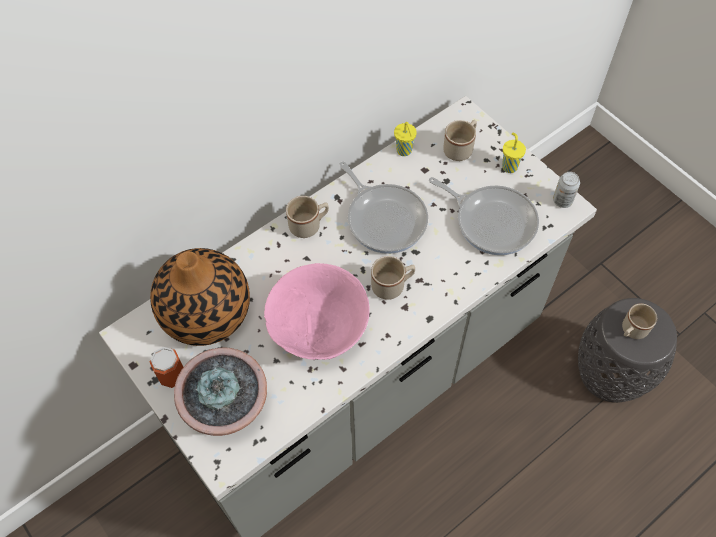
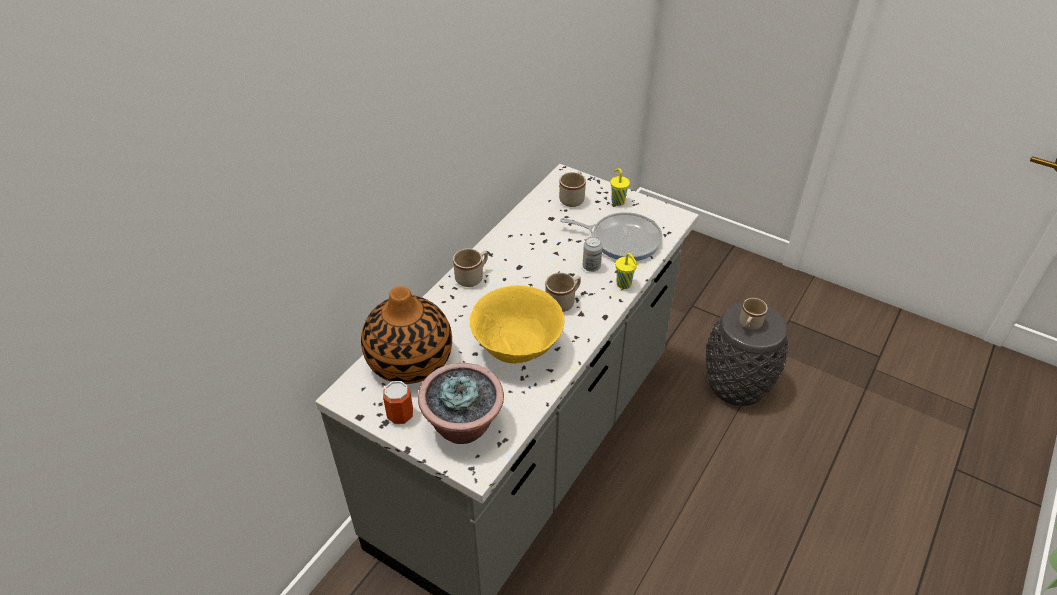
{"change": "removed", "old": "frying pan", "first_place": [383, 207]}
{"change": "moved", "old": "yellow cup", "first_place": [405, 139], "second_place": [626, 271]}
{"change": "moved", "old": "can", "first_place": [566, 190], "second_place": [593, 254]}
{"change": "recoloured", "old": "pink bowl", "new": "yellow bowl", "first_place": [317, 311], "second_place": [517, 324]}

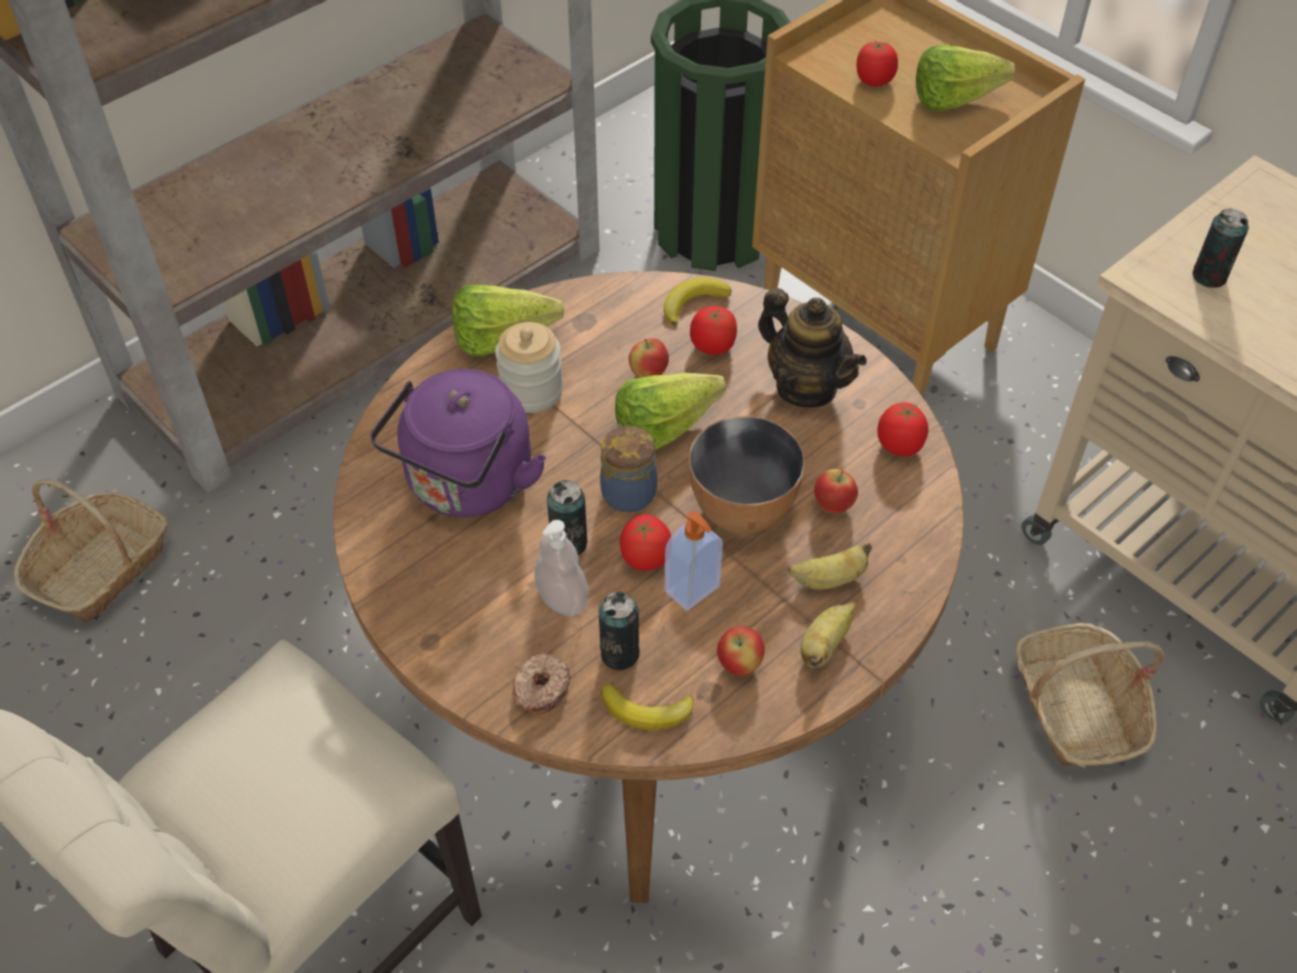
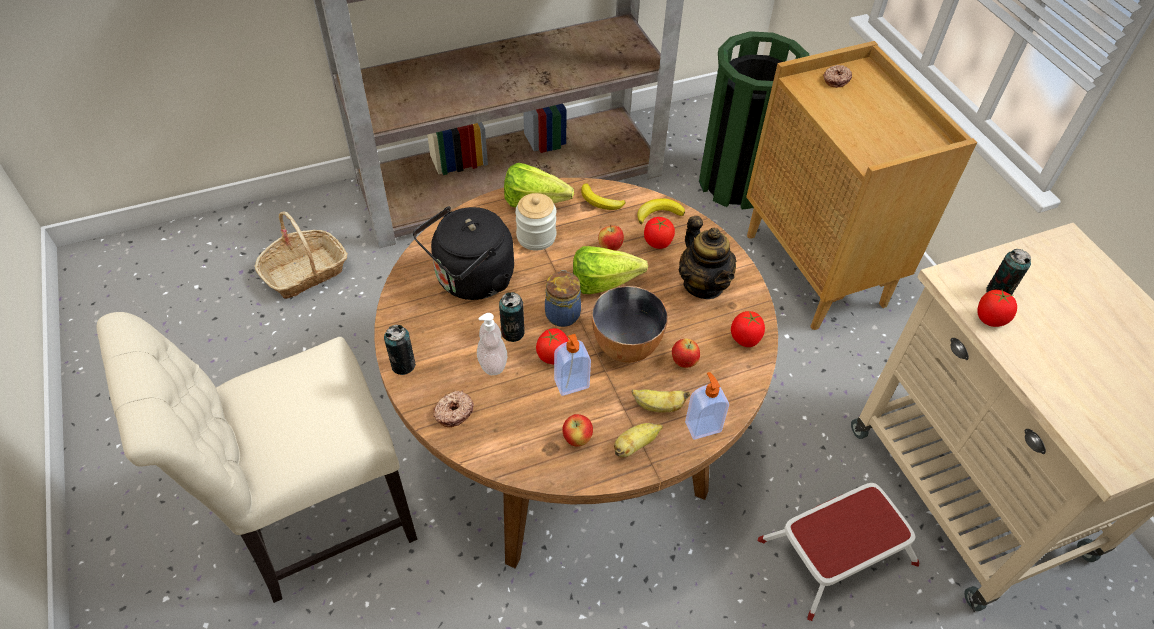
{"change": "removed", "old": "lettuce", "first_place": [965, 78]}
{"change": "added", "new": "soap dispenser", "second_place": [707, 406]}
{"change": "added", "new": "donut", "second_place": [837, 76]}
{"change": "moved", "old": "can", "first_place": [619, 631], "second_place": [400, 350]}
{"change": "moved", "old": "banana", "first_place": [647, 706], "second_place": [603, 196]}
{"change": "moved", "old": "tomato", "first_place": [877, 63], "second_place": [997, 308]}
{"change": "replaced", "old": "basket", "new": "red step ladder", "first_place": [1089, 695], "second_place": [838, 552]}
{"change": "recoloured", "old": "purple kettle", "new": "black kettle", "first_place": [458, 443], "second_place": [463, 253]}

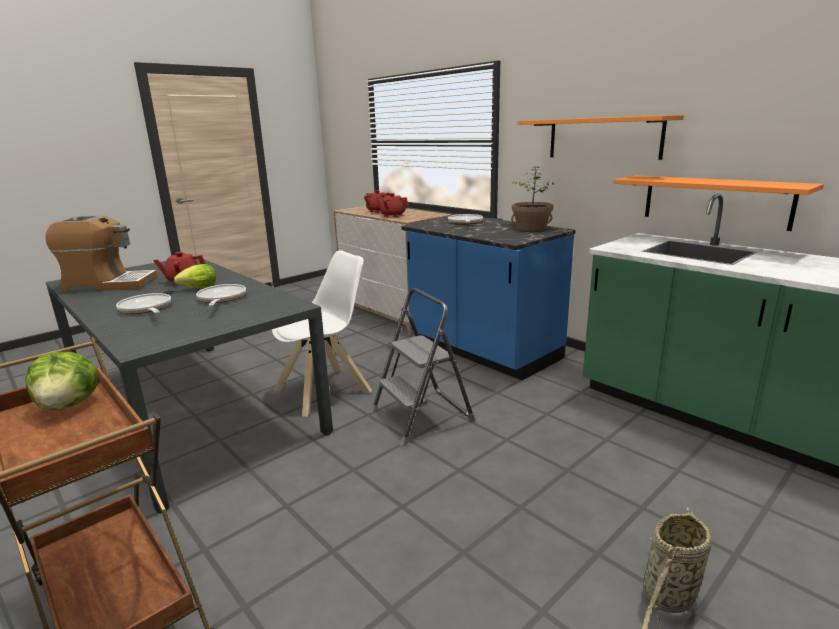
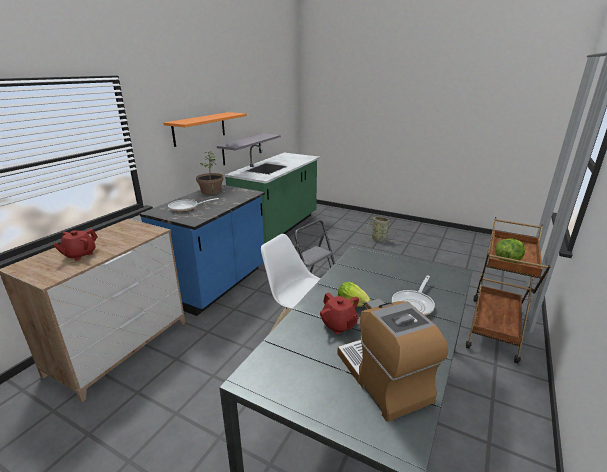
{"change": "removed", "old": "frying pan", "first_place": [221, 295]}
{"change": "removed", "old": "red teapot", "first_place": [392, 205]}
{"change": "recoloured", "old": "orange shelf", "new": "grey shelf", "first_place": [719, 203], "second_place": [249, 149]}

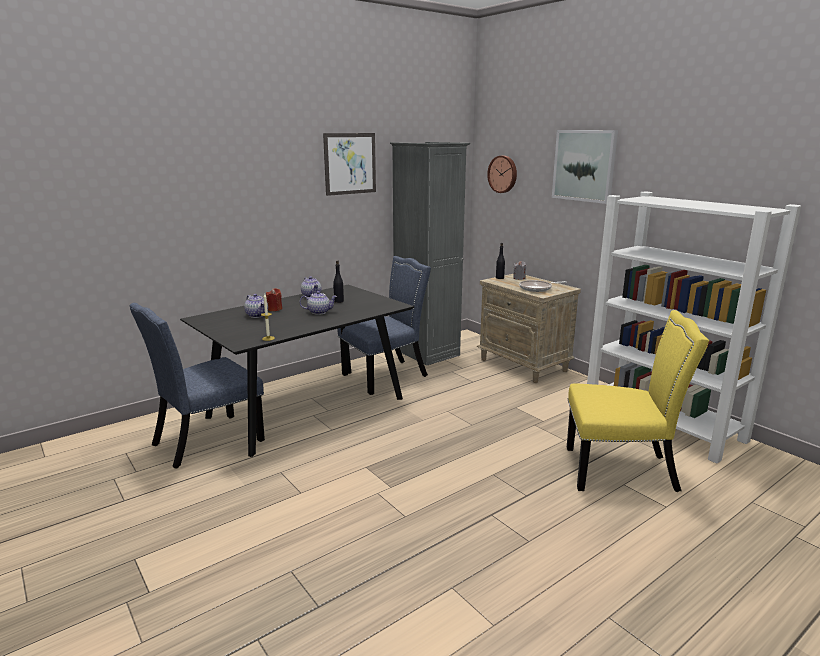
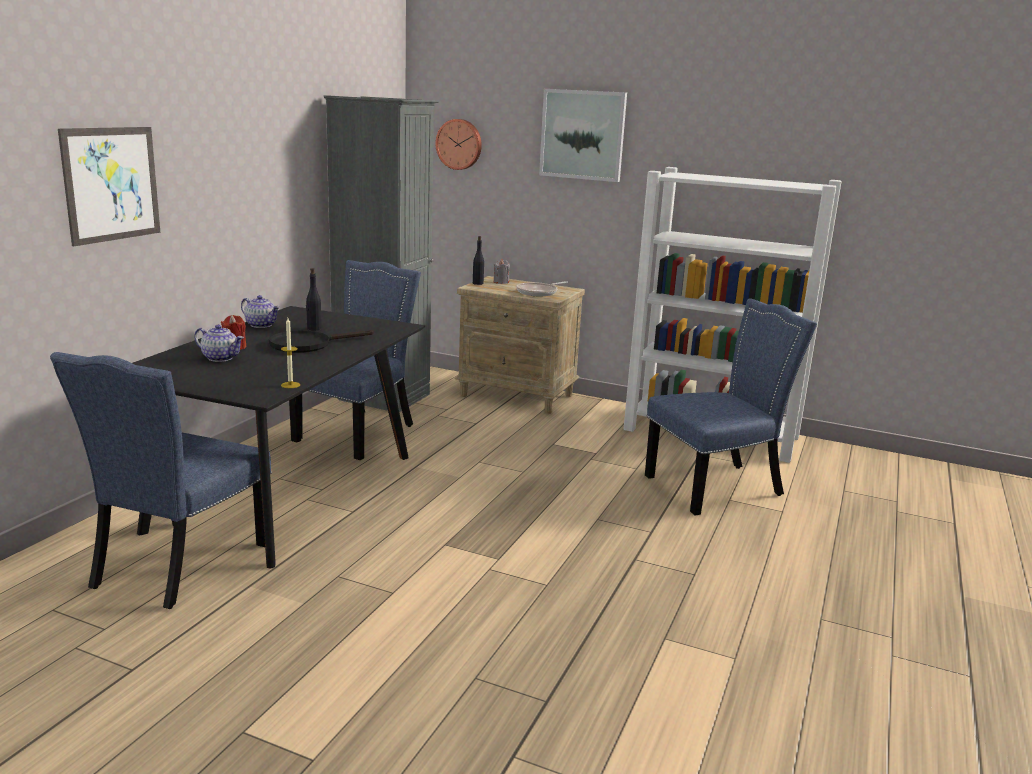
{"change": "moved", "old": "picture", "first_place": [349, 164], "second_place": [109, 186]}
{"change": "replaced", "old": "teapot", "new": "black frying pan", "first_place": [318, 303], "second_place": [321, 341]}
{"change": "recoloured", "old": "yellow chair", "new": "blue chair", "first_place": [638, 401], "second_place": [731, 406]}

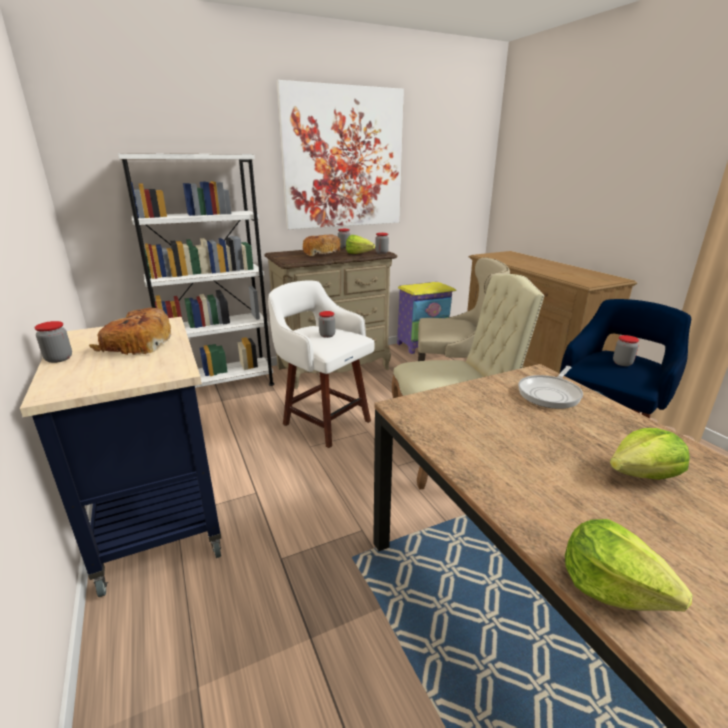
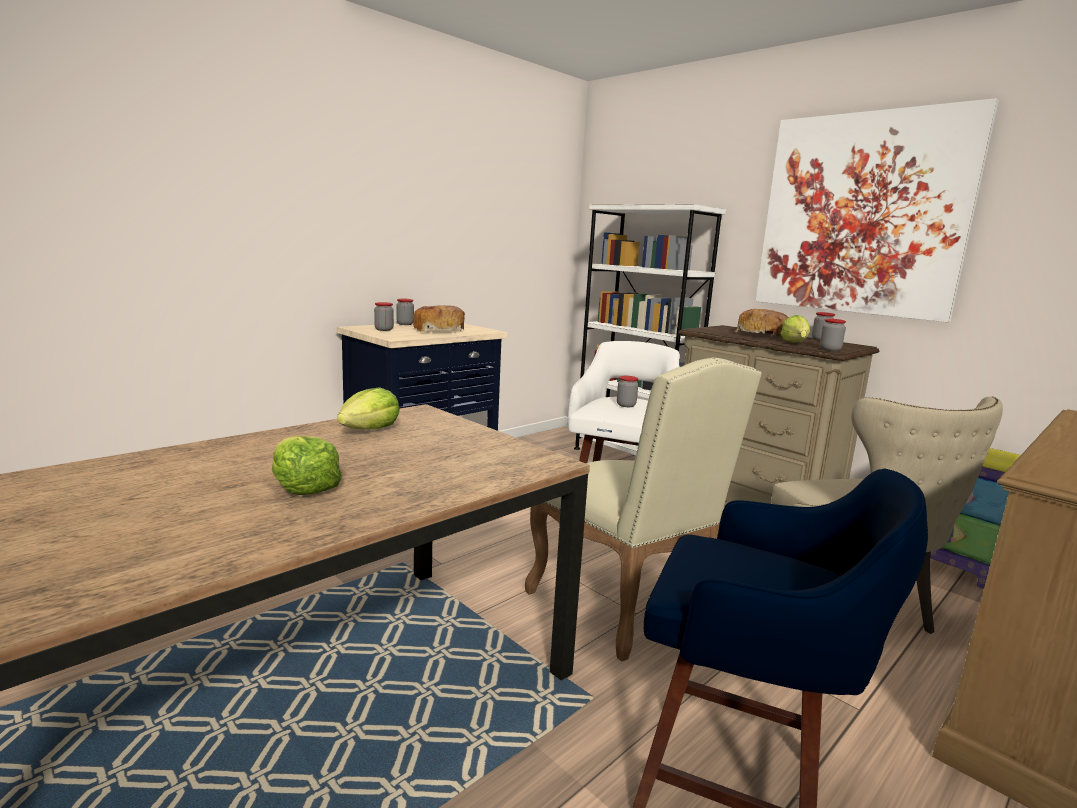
{"change": "removed", "old": "frying pan", "first_place": [550, 387]}
{"change": "moved", "old": "lettuce", "first_place": [628, 565], "second_place": [368, 408]}
{"change": "moved", "old": "jar", "first_place": [626, 350], "second_place": [384, 316]}

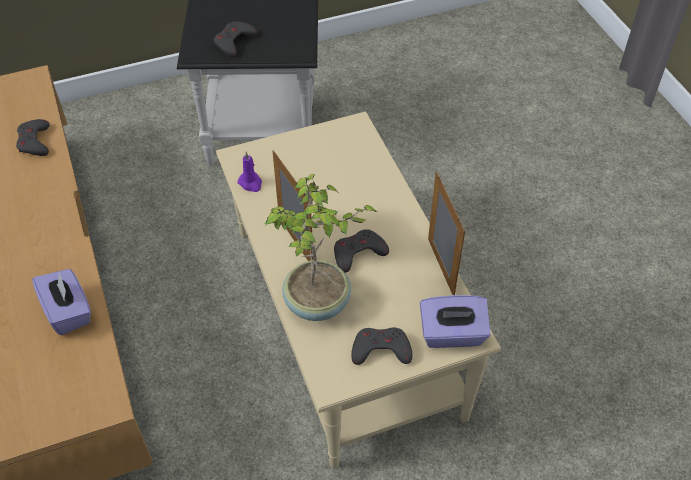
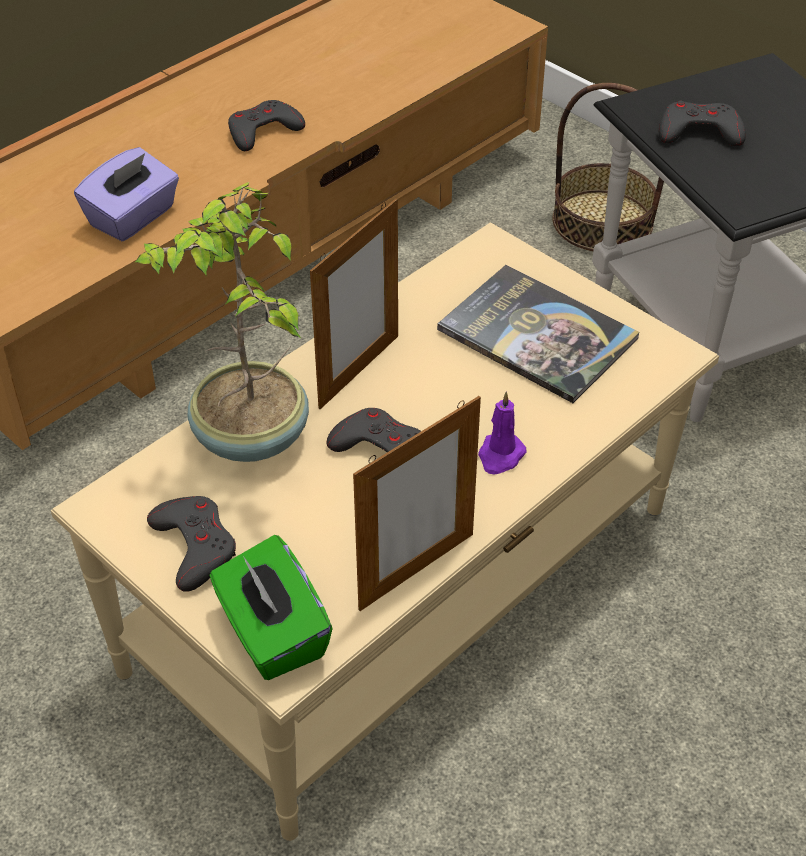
{"change": "added", "new": "book", "second_place": [538, 334]}
{"change": "added", "new": "basket", "second_place": [608, 167]}
{"change": "moved", "old": "grey game controller", "first_place": [33, 137], "second_place": [266, 125]}
{"change": "moved", "old": "purple candle", "first_place": [249, 171], "second_place": [502, 433]}
{"change": "recoloured", "old": "purple tissue box", "new": "green tissue box", "first_place": [455, 321], "second_place": [271, 607]}

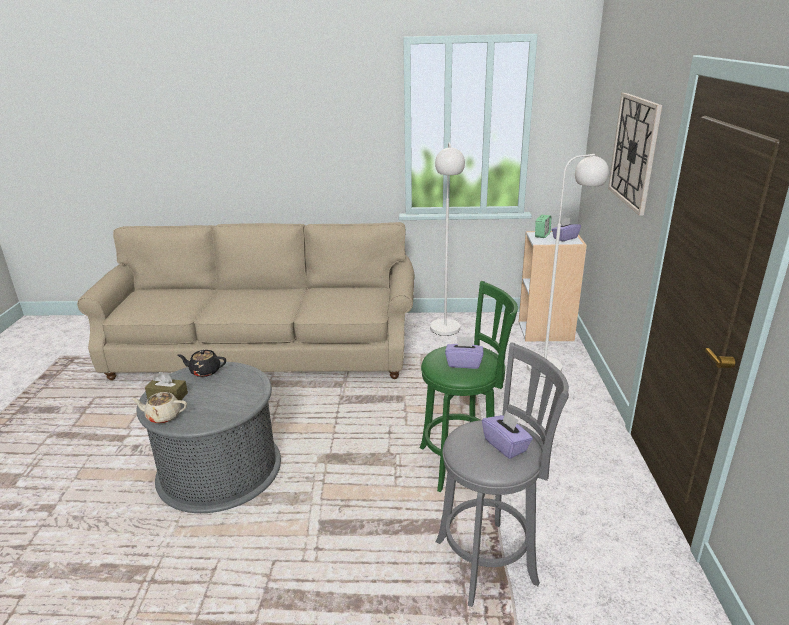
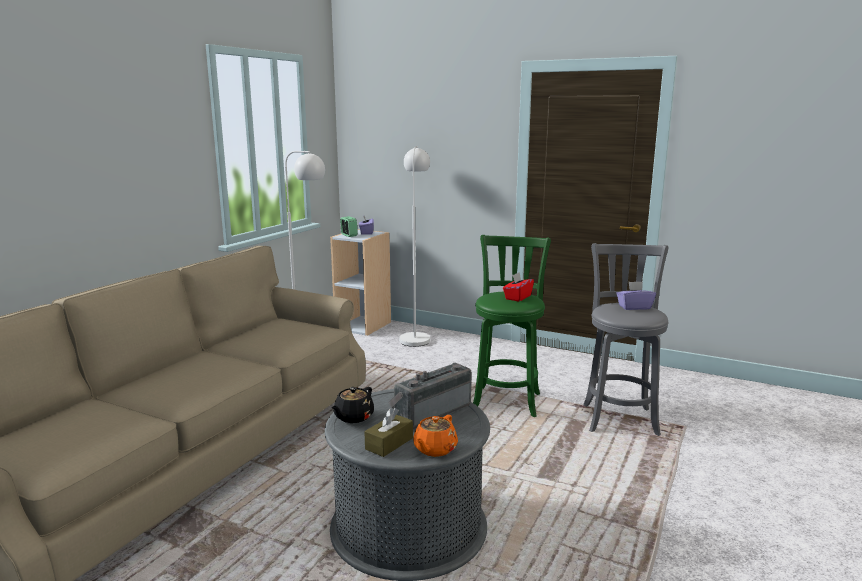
{"change": "removed", "old": "wall clock", "first_place": [635, 154]}
{"change": "added", "new": "radio", "second_place": [430, 396]}
{"change": "recoloured", "old": "beige teapot", "new": "orange teapot", "first_place": [159, 408], "second_place": [435, 436]}
{"change": "recoloured", "old": "purple tissue box", "new": "red tissue box", "first_place": [464, 352], "second_place": [518, 287]}

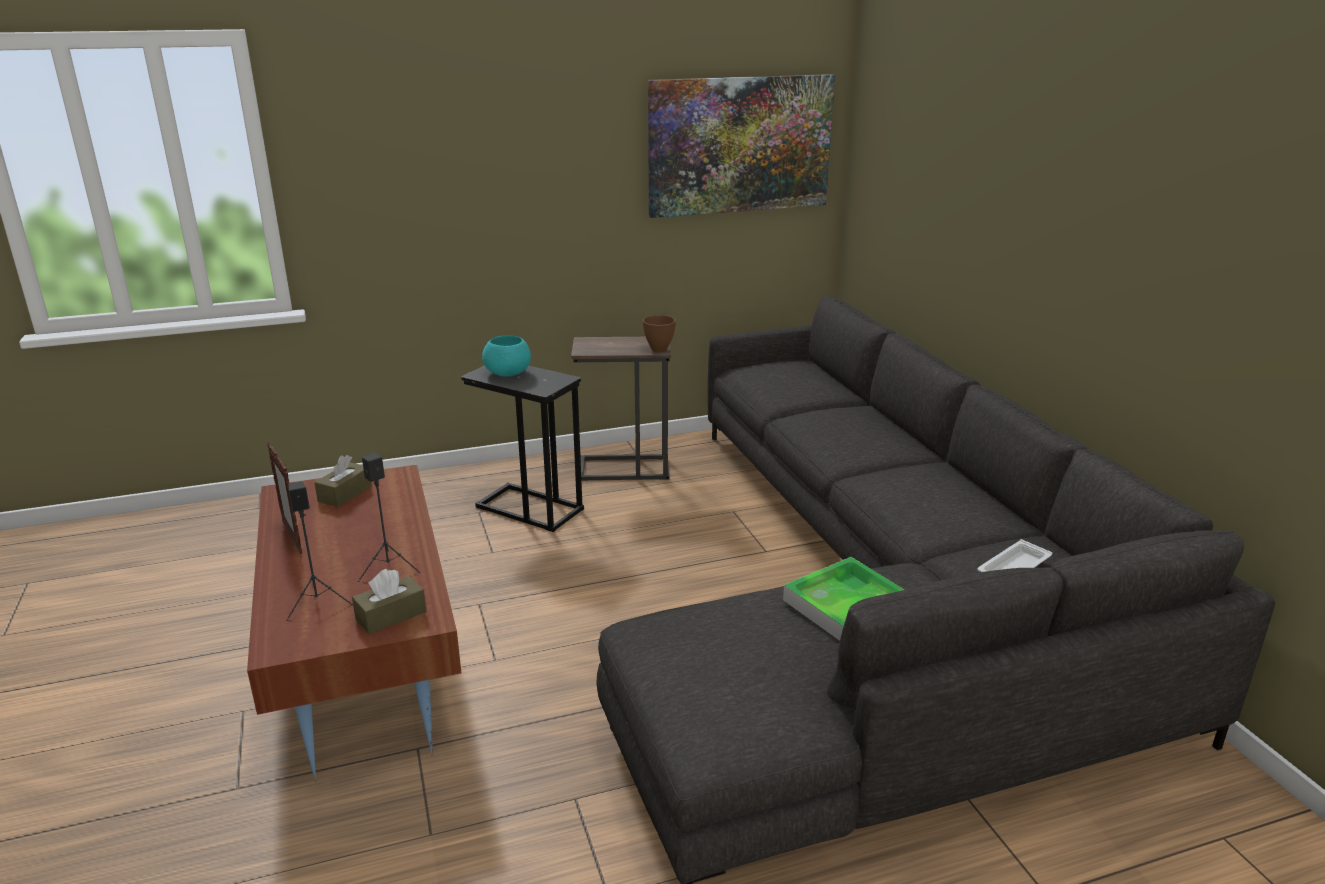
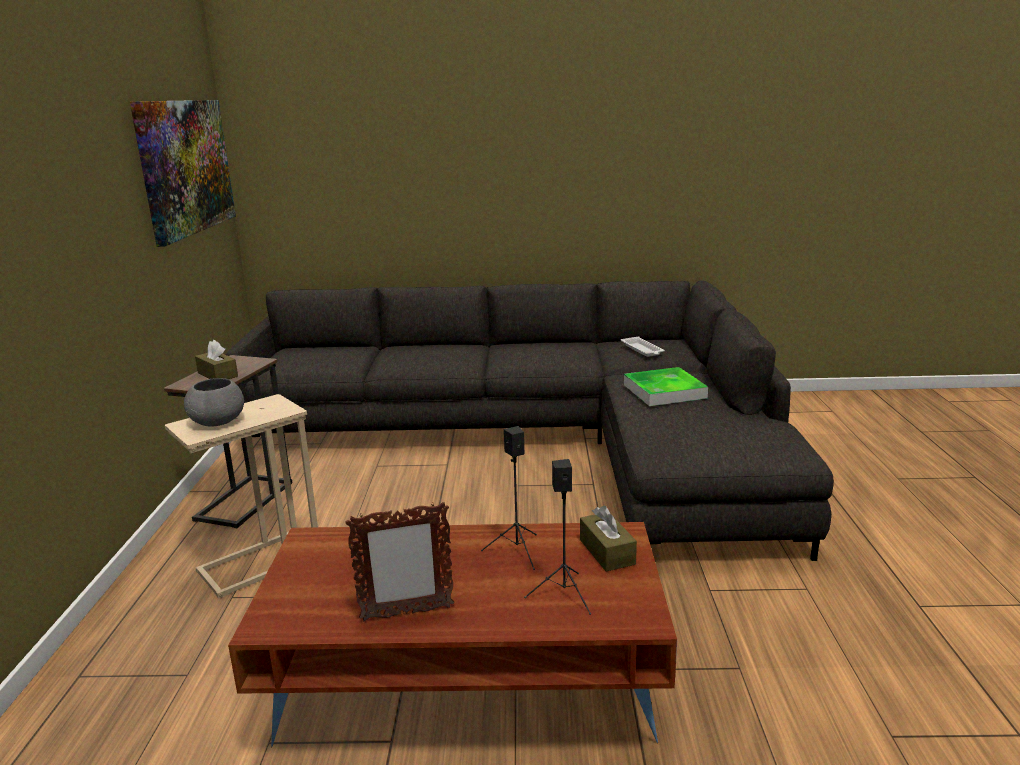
{"change": "removed", "old": "brown bowl", "first_place": [659, 333]}
{"change": "moved", "old": "brown tissue box", "first_place": [343, 481], "second_place": [216, 359]}
{"change": "recoloured", "old": "black side table", "new": "beige side table", "first_place": [522, 448], "second_place": [241, 496]}
{"change": "recoloured", "old": "turquoise bowl", "new": "grey bowl", "first_place": [506, 356], "second_place": [214, 402]}

